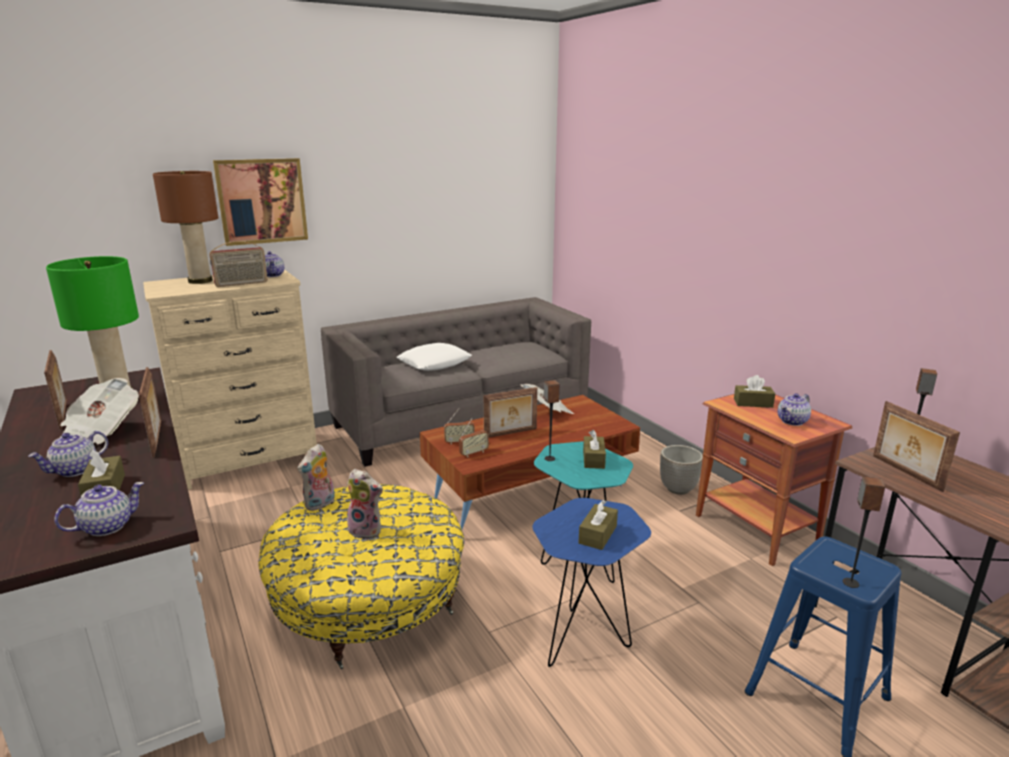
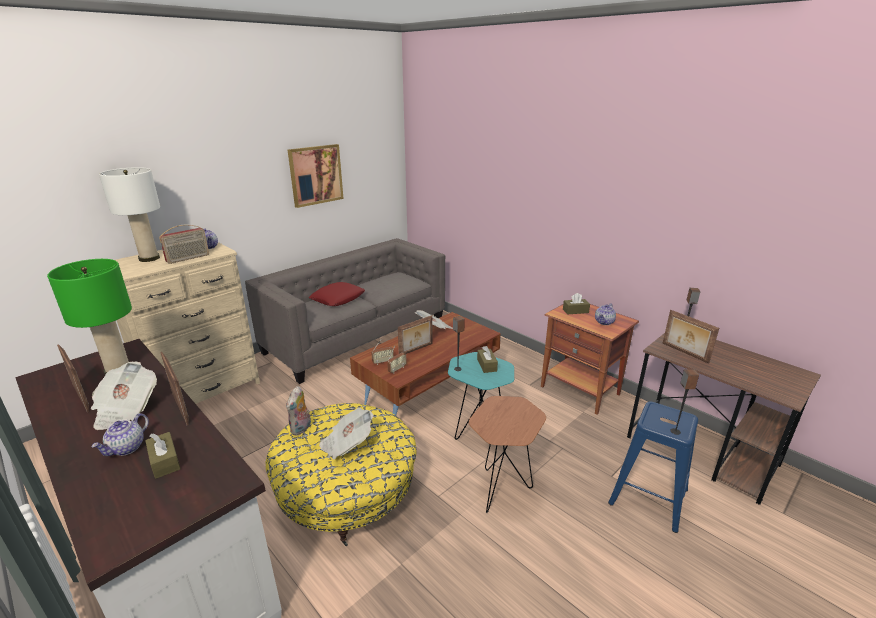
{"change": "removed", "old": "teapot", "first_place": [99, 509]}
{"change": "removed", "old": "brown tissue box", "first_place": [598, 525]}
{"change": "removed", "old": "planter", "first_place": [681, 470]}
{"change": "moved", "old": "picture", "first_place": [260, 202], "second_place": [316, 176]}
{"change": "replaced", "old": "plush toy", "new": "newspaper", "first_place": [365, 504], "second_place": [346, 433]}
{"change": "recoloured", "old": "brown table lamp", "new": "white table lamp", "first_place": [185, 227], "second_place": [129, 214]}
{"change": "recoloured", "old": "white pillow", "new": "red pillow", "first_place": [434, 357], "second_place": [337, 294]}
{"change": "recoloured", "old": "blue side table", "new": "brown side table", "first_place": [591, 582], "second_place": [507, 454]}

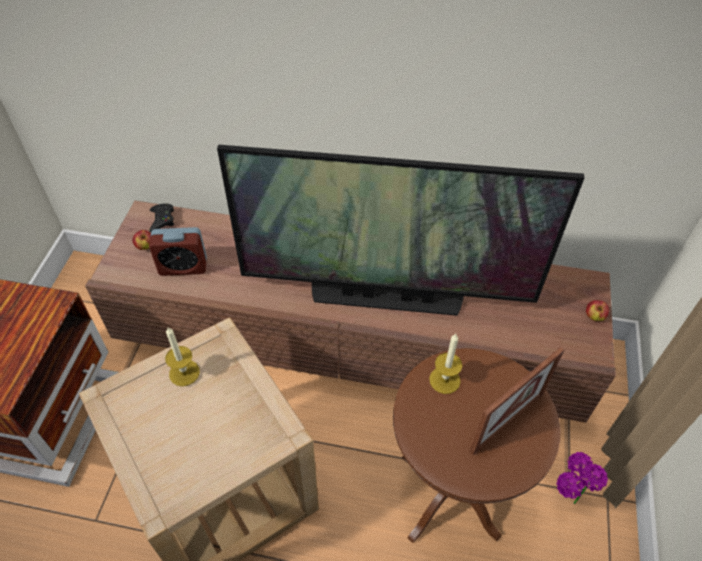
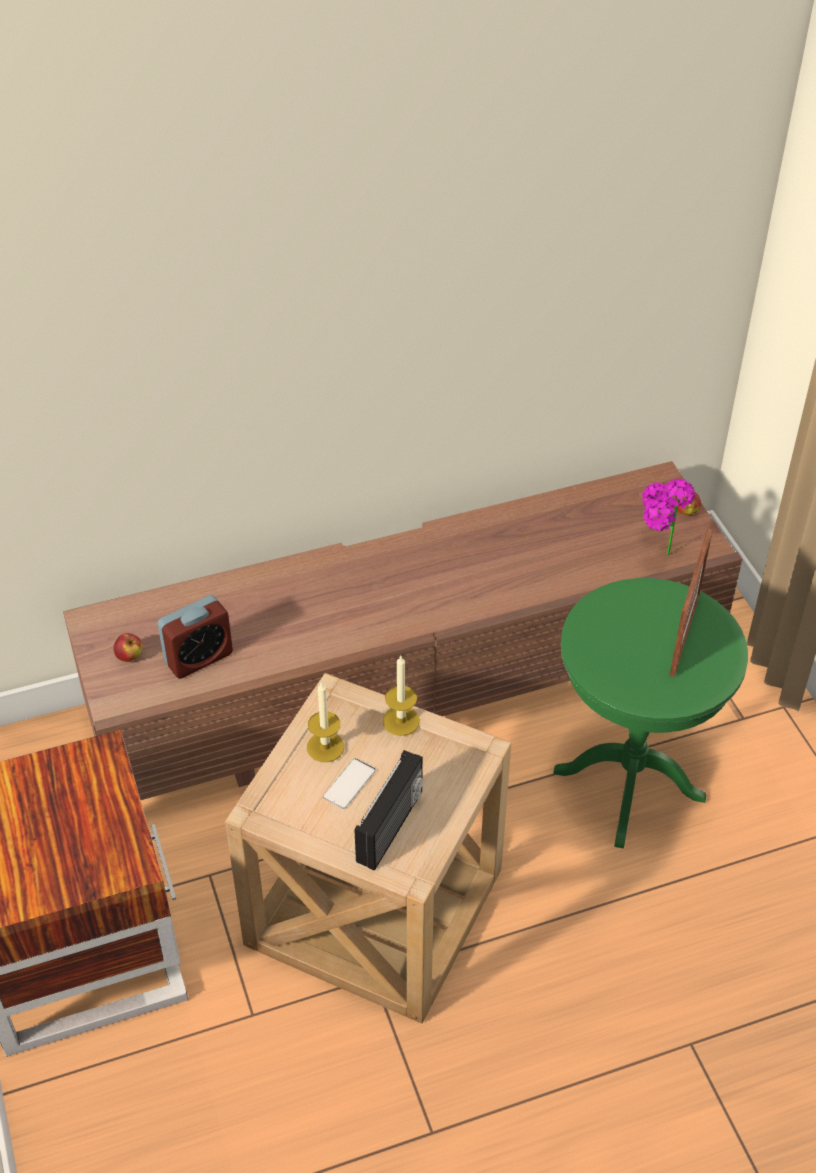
{"change": "removed", "old": "black game controller", "first_place": [161, 218]}
{"change": "removed", "old": "television", "first_place": [401, 230]}
{"change": "added", "new": "phone", "second_place": [349, 783]}
{"change": "added", "new": "radio", "second_place": [389, 810]}
{"change": "moved", "old": "candle", "first_place": [445, 364], "second_place": [401, 696]}
{"change": "moved", "old": "potted plant", "first_place": [582, 478], "second_place": [668, 517]}
{"change": "recoloured", "old": "brown side table", "new": "green side table", "first_place": [476, 445], "second_place": [650, 713]}

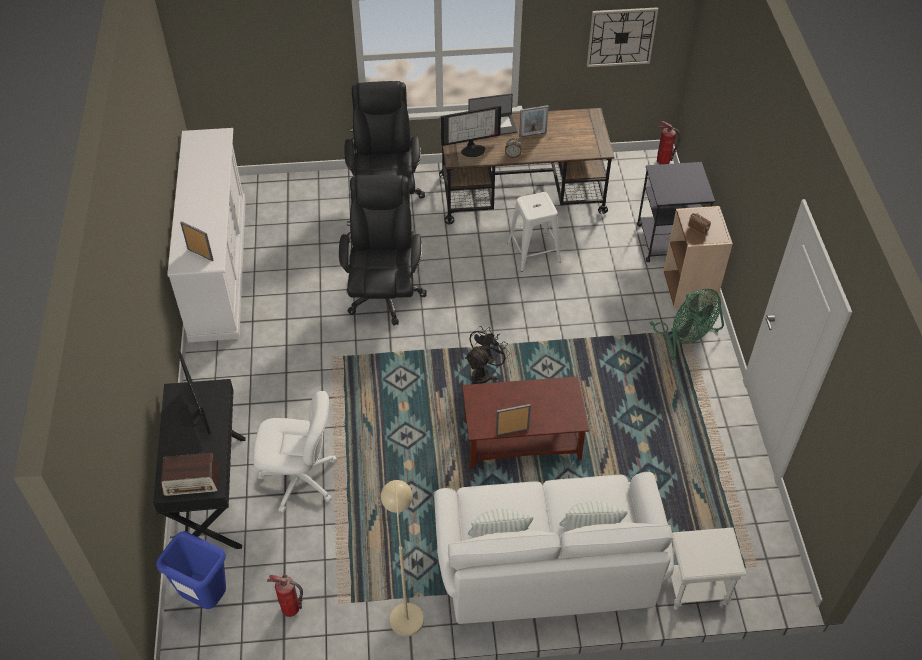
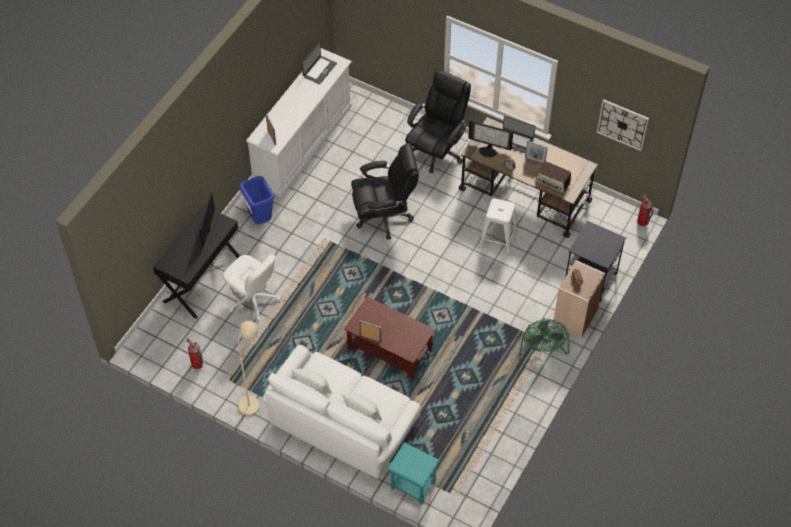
{"change": "removed", "old": "black fan", "first_place": [487, 355]}
{"change": "added", "new": "laptop", "second_place": [319, 63]}
{"change": "moved", "old": "blue trash can", "first_place": [191, 570], "second_place": [257, 200]}
{"change": "moved", "old": "radio", "first_place": [190, 474], "second_place": [553, 177]}
{"change": "recoloured", "old": "white side table", "new": "turquoise side table", "first_place": [709, 568], "second_place": [413, 473]}
{"change": "turned", "old": "black office chair", "first_place": [382, 250], "second_place": [385, 191], "degrees": 45}

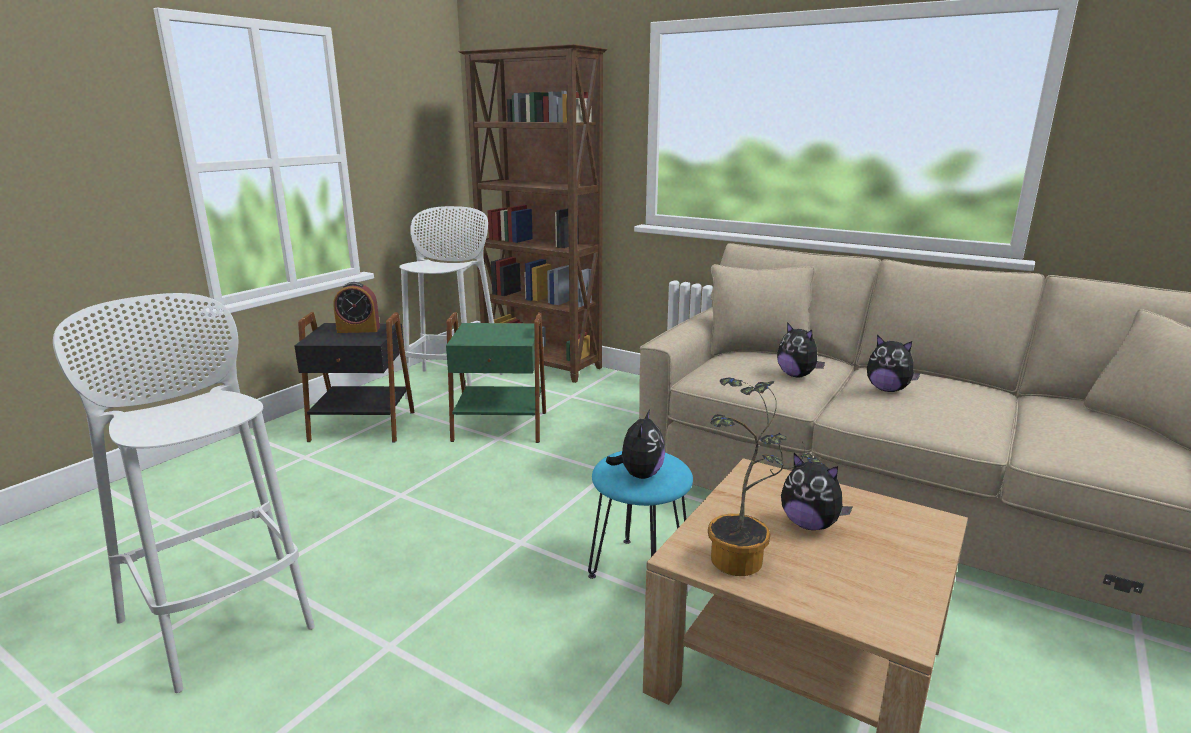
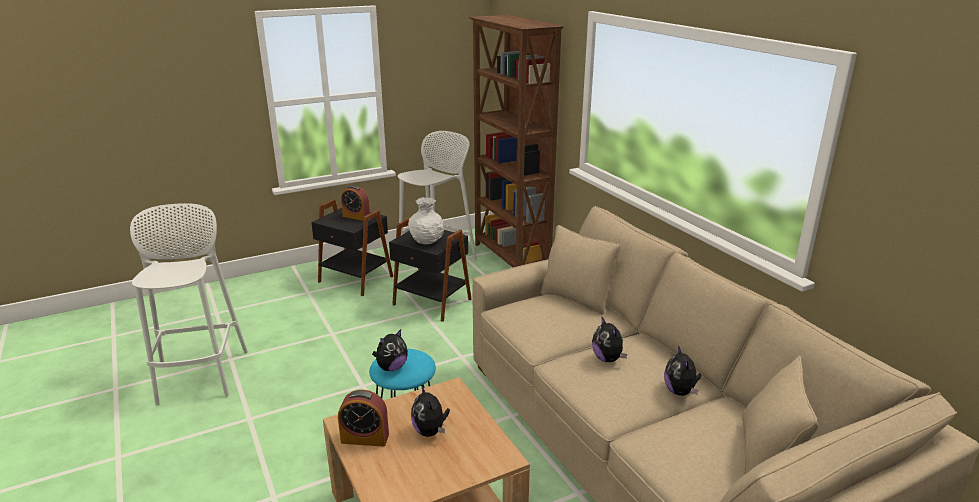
{"change": "added", "new": "white vase", "second_place": [426, 221]}
{"change": "moved", "old": "plush toy", "first_place": [801, 349], "second_place": [682, 371]}
{"change": "replaced", "old": "potted plant", "new": "alarm clock", "first_place": [765, 477], "second_place": [363, 418]}
{"change": "recoloured", "old": "green side table", "new": "black side table", "first_place": [496, 377], "second_place": [430, 270]}

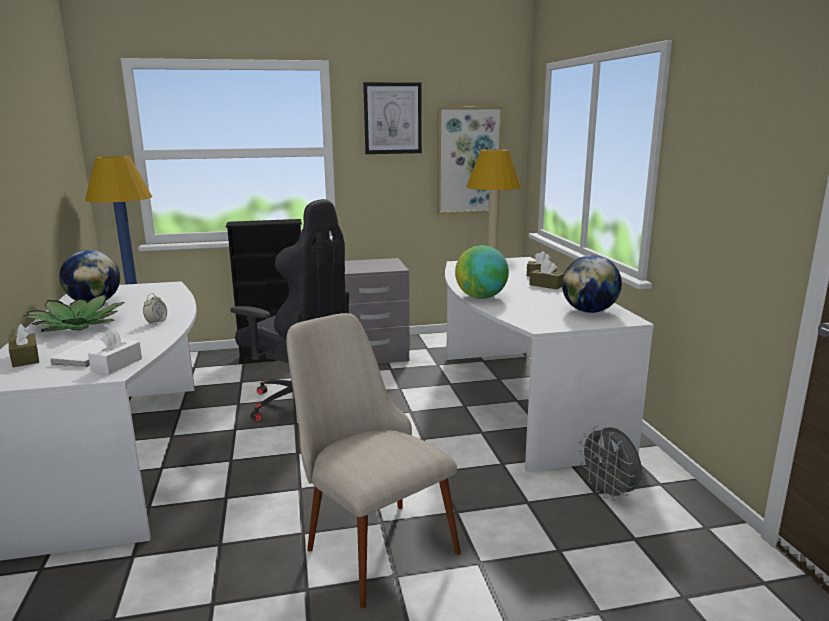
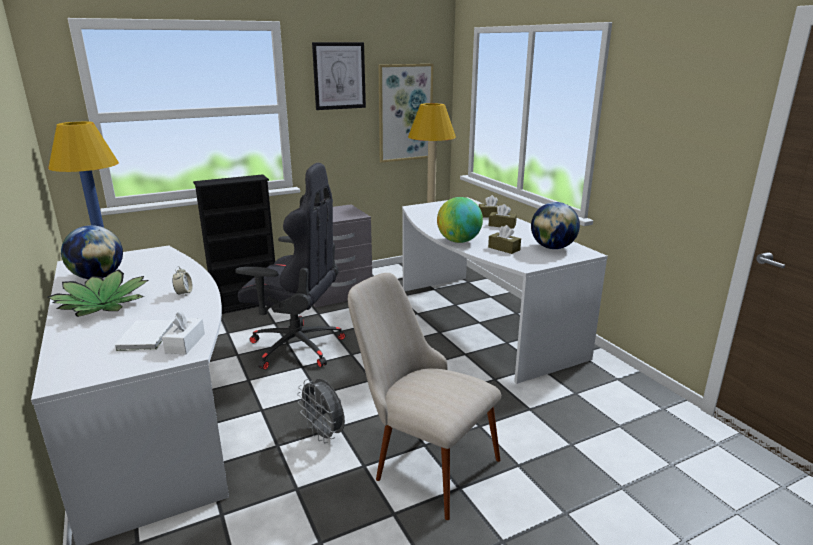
{"change": "moved", "old": "brown tissue box", "first_place": [24, 345], "second_place": [504, 239]}
{"change": "moved", "old": "grey fan", "first_place": [610, 463], "second_place": [321, 411]}

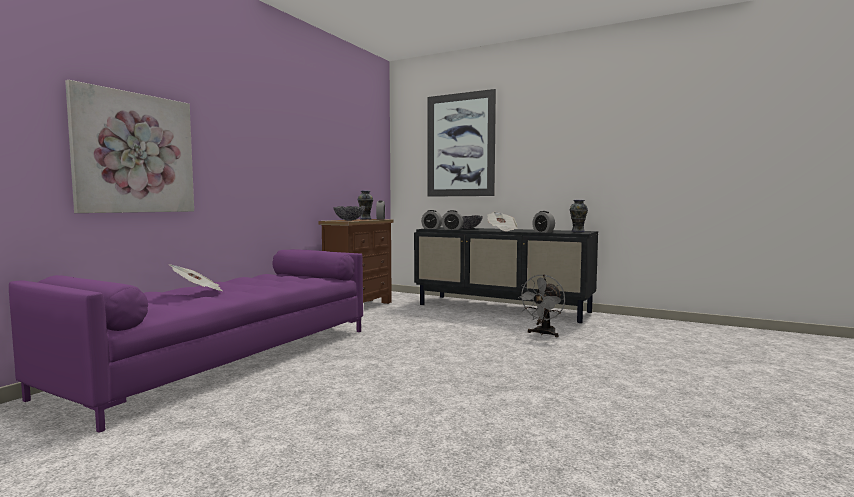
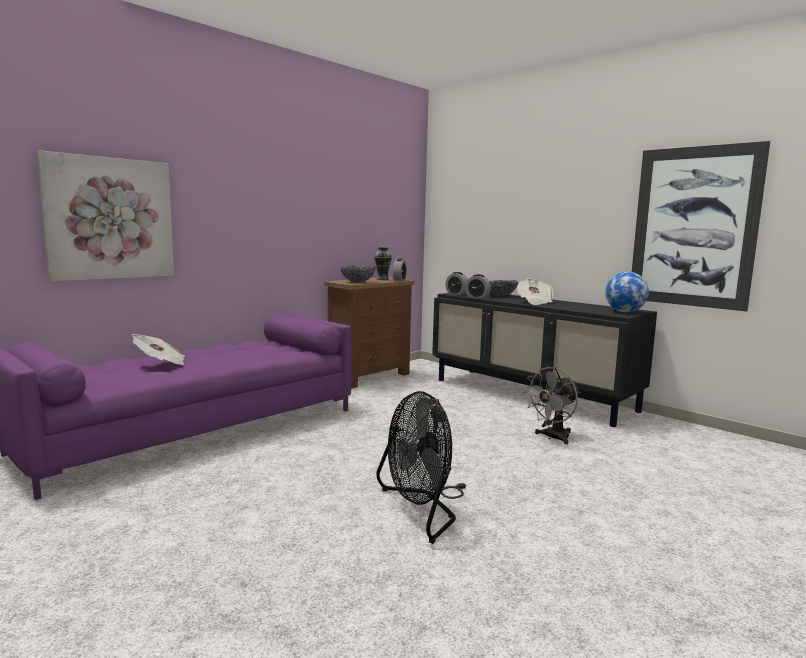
{"change": "removed", "old": "alarm clock", "first_place": [543, 222]}
{"change": "added", "new": "black fan", "second_place": [421, 467]}
{"change": "moved", "old": "picture", "first_place": [461, 143], "second_place": [701, 226]}
{"change": "replaced", "old": "vase", "new": "globe", "first_place": [579, 216], "second_place": [627, 292]}

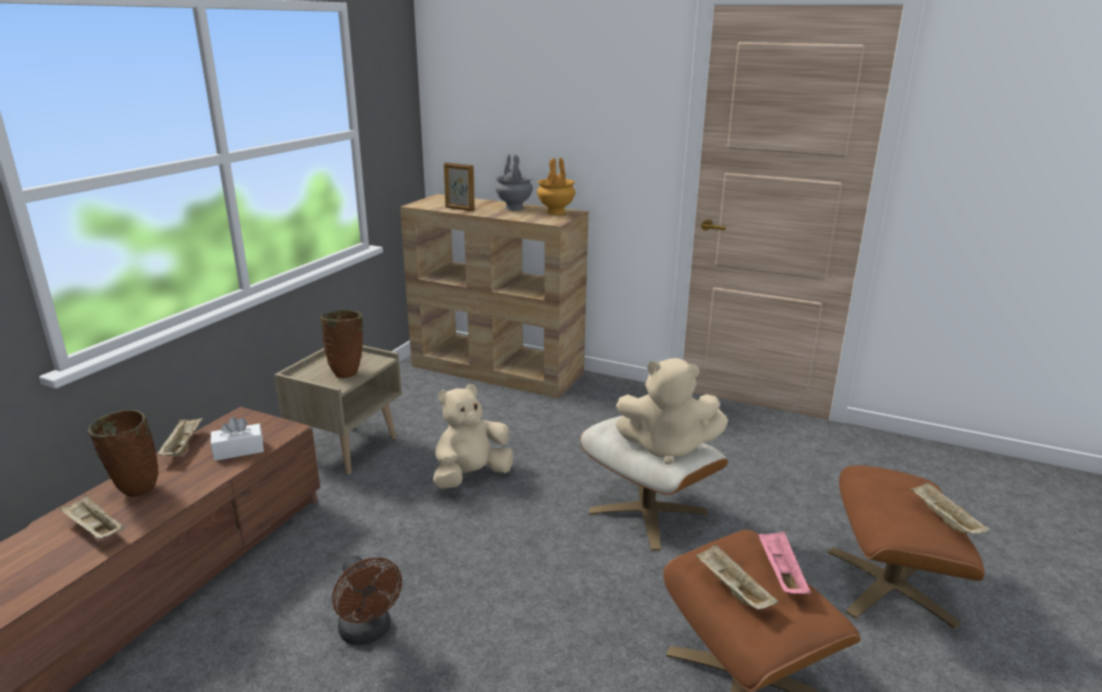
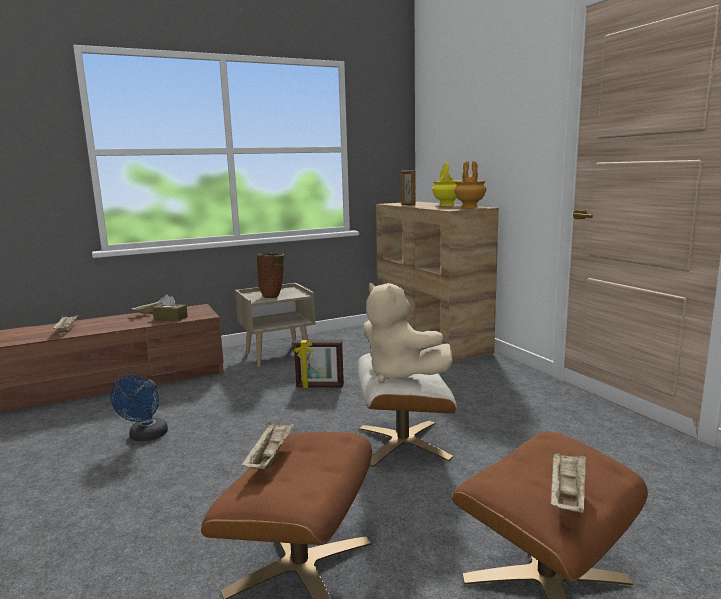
{"change": "removed", "old": "brown vase", "first_place": [123, 453]}
{"change": "removed", "old": "pink tray", "first_place": [784, 562]}
{"change": "replaced", "old": "beige plush toy", "new": "picture frame", "first_place": [473, 436], "second_place": [319, 364]}
{"change": "recoloured", "old": "white tissue box", "new": "brown tissue box", "first_place": [237, 439], "second_place": [170, 307]}
{"change": "recoloured", "old": "brown fan", "new": "blue fan", "first_place": [367, 600], "second_place": [139, 408]}
{"change": "recoloured", "old": "grey vase", "new": "yellow vase", "first_place": [514, 182], "second_place": [445, 184]}

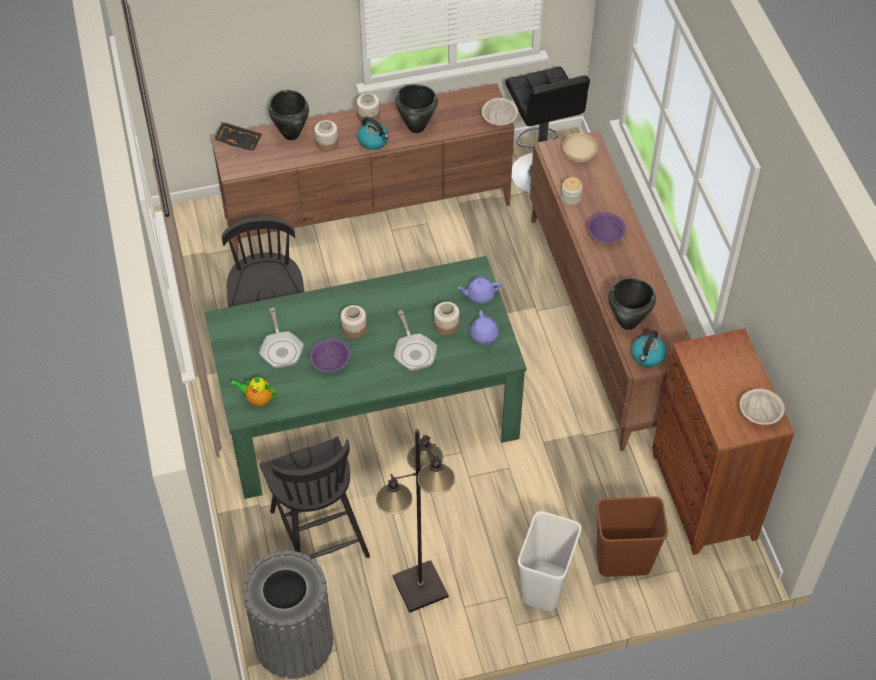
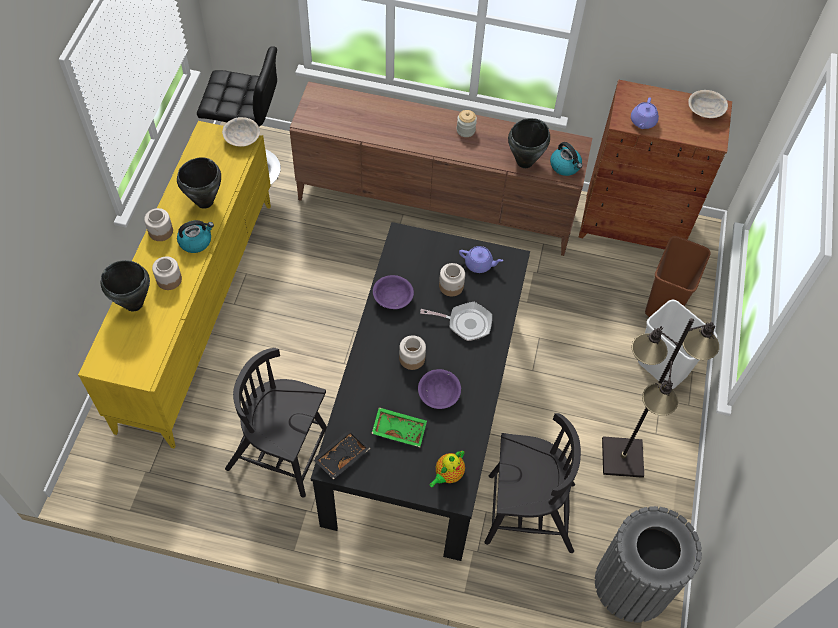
{"change": "removed", "old": "beige bowl", "first_place": [580, 148]}
{"change": "moved", "old": "black tray", "first_place": [238, 137], "second_place": [342, 454]}
{"change": "moved", "old": "purple teapot", "first_place": [480, 290], "second_place": [645, 113]}
{"change": "moved", "old": "jar", "first_place": [571, 191], "second_place": [467, 123]}
{"change": "moved", "old": "purple bowl", "first_place": [606, 227], "second_place": [393, 292]}
{"change": "replaced", "old": "frying pan", "new": "green tray", "first_place": [281, 337], "second_place": [399, 427]}
{"change": "recoloured", "old": "green dining table", "new": "black dining table", "first_place": [366, 377], "second_place": [420, 391]}
{"change": "recoloured", "old": "brown cabinet", "new": "yellow cabinet", "first_place": [363, 170], "second_place": [174, 284]}

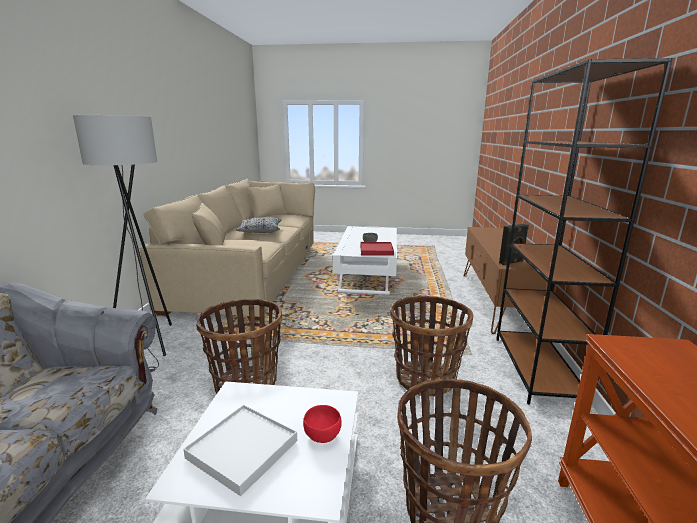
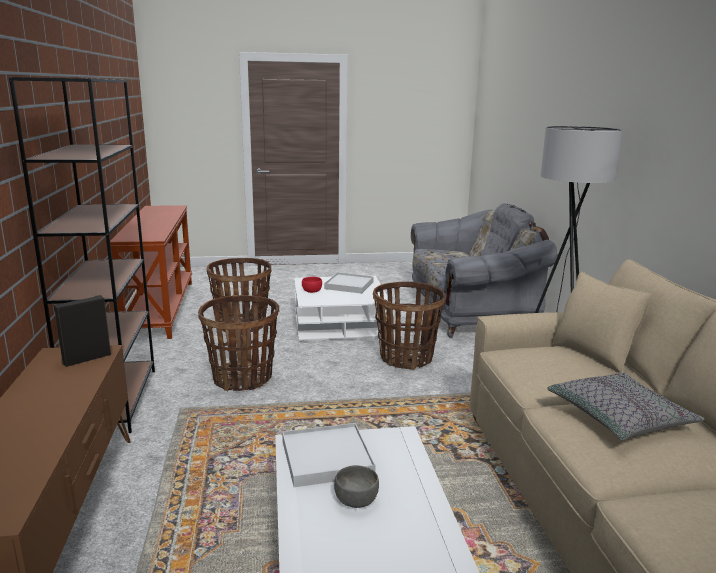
{"change": "recoloured", "old": "red tray", "new": "white tray", "first_place": [377, 249], "second_place": [328, 455]}

